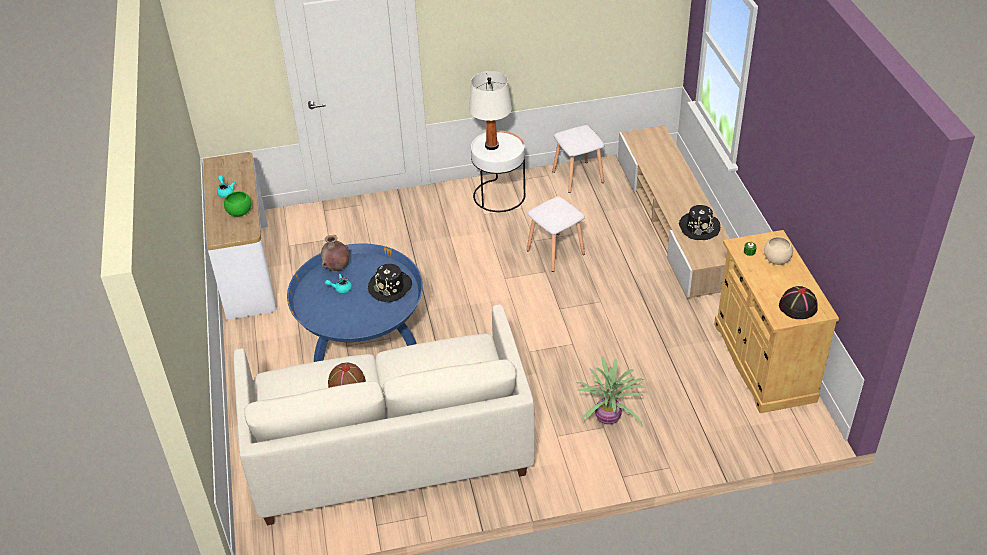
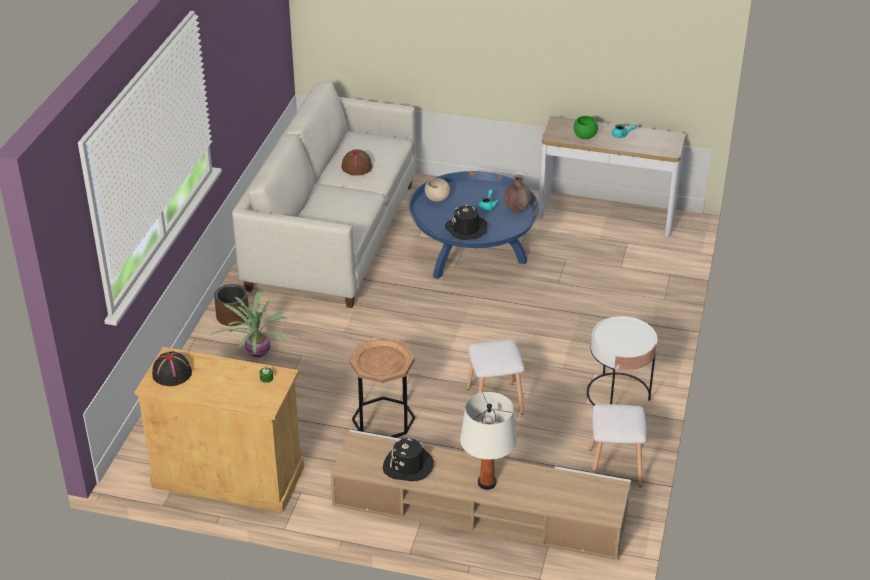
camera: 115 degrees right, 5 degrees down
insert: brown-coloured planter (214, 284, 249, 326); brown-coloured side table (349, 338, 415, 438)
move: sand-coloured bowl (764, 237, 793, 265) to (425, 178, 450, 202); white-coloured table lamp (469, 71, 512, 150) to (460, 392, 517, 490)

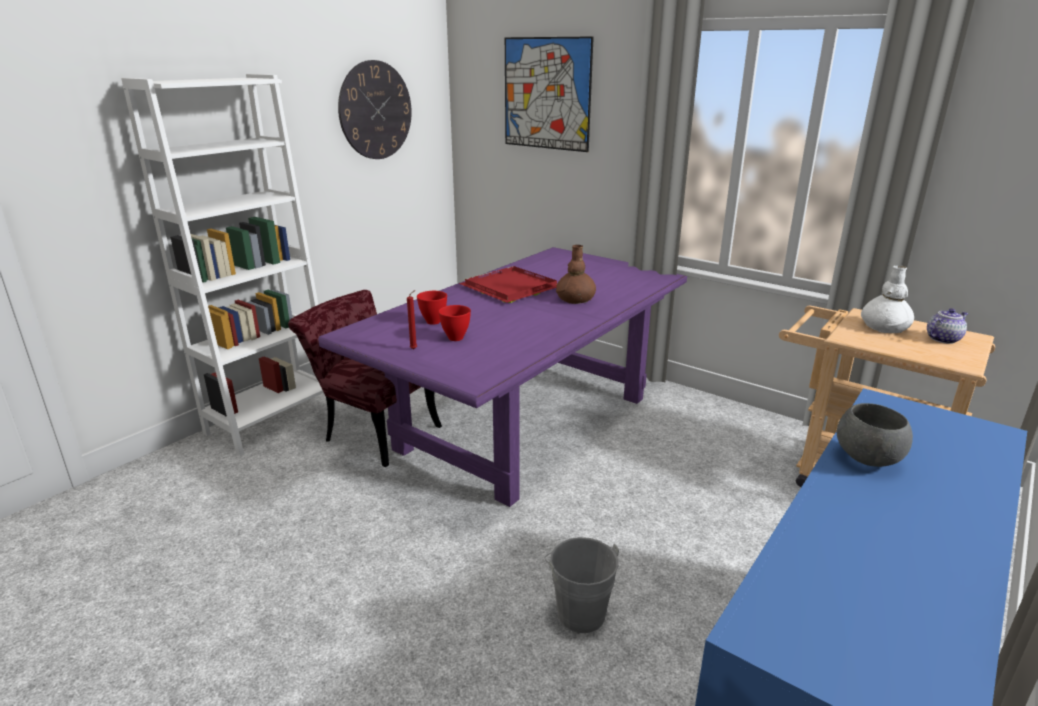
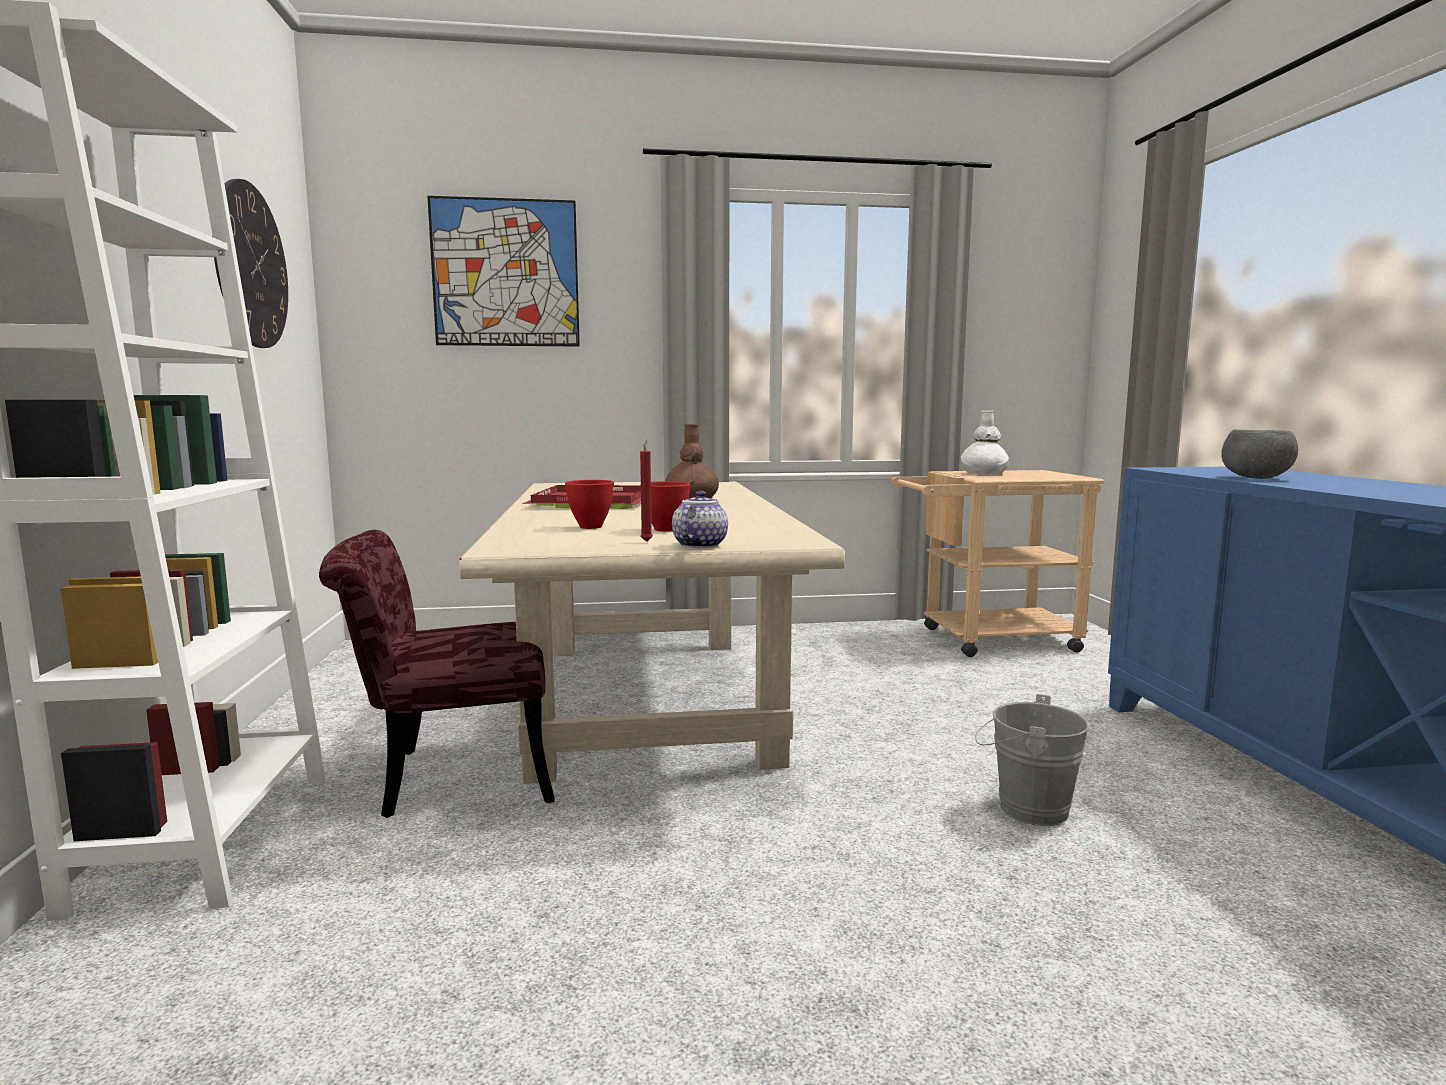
camera: 45 degrees left, 15 degrees down
move: pot for tea (927, 308, 968, 344) to (672, 491, 728, 548)
recolor: purple-coloured kitchen table (318, 247, 687, 507) to sand-coloured kitchen table (459, 481, 845, 784)

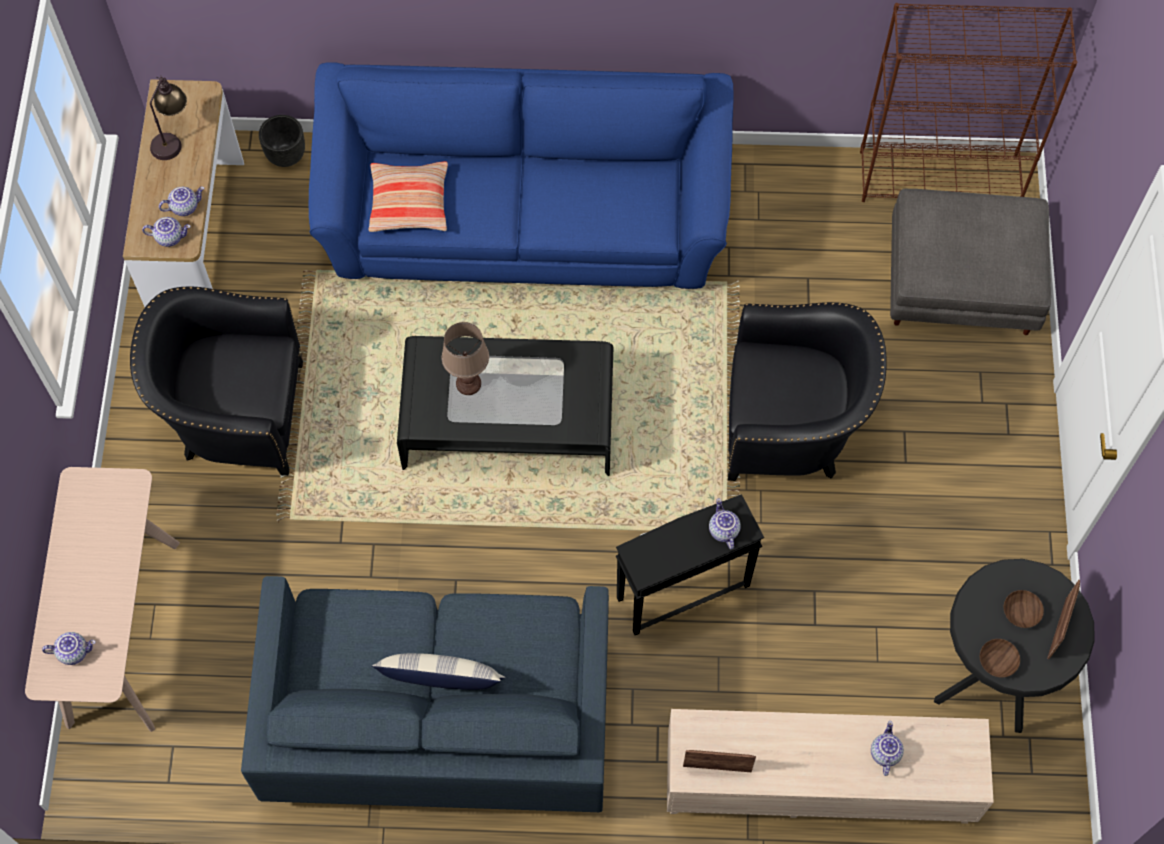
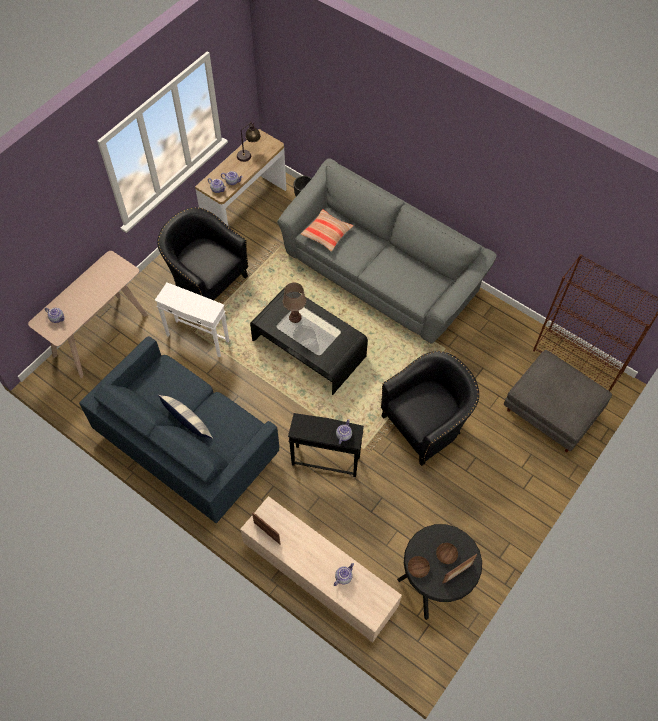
camera: 35 degrees right, 5 degrees down
insert: white-coloured side table (155, 282, 229, 357)
recolor: bluish sofa (309, 62, 734, 289) to gray sofa (277, 158, 497, 344)
rotate: black easy chair (728, 302, 887, 481) = (381, 351, 479, 466) 75 degrees counterclockwise

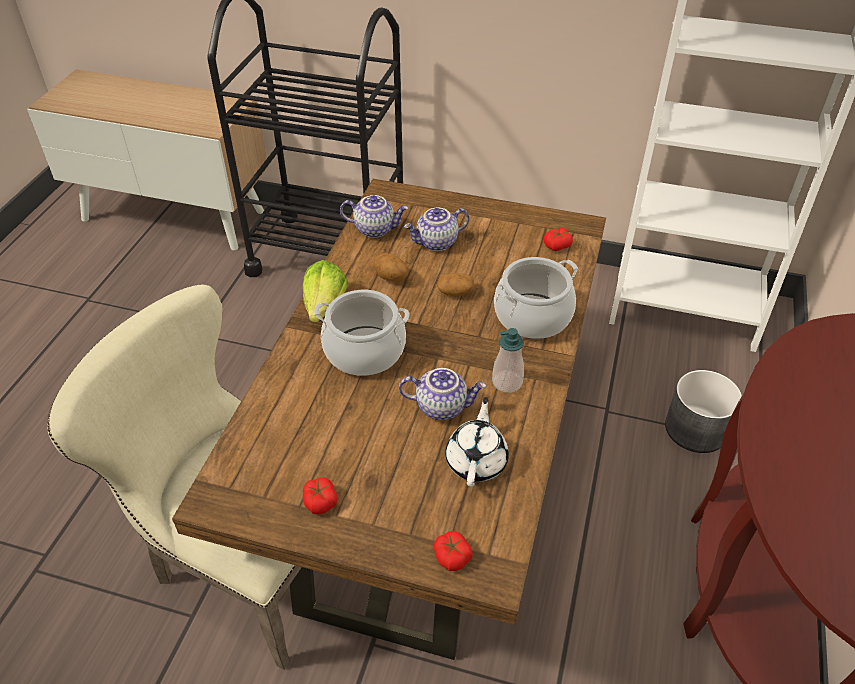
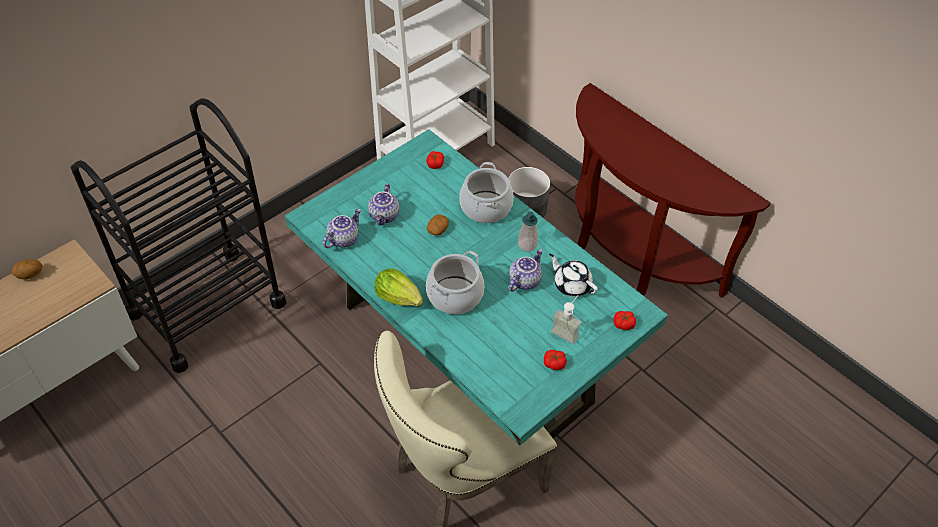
camera: 60 degrees left, 5 degrees up
insert: soap dispenser (551, 295, 581, 344)
move: potato (374, 253, 408, 282) to (12, 259, 42, 280)
recolor: brown-coloured kitchen table (172, 179, 606, 660) to turquoise kitchen table (285, 129, 668, 445)

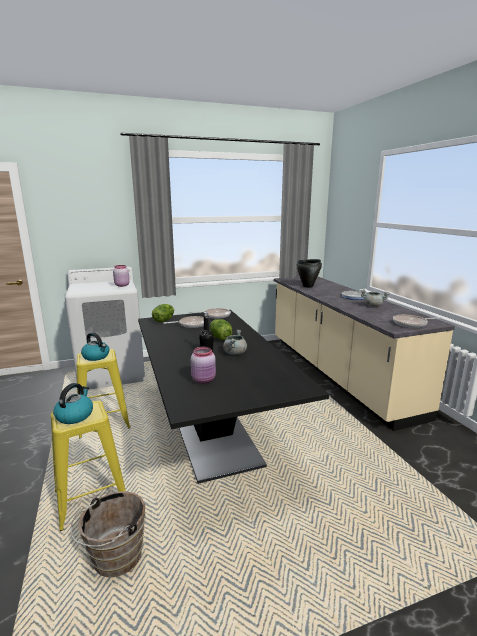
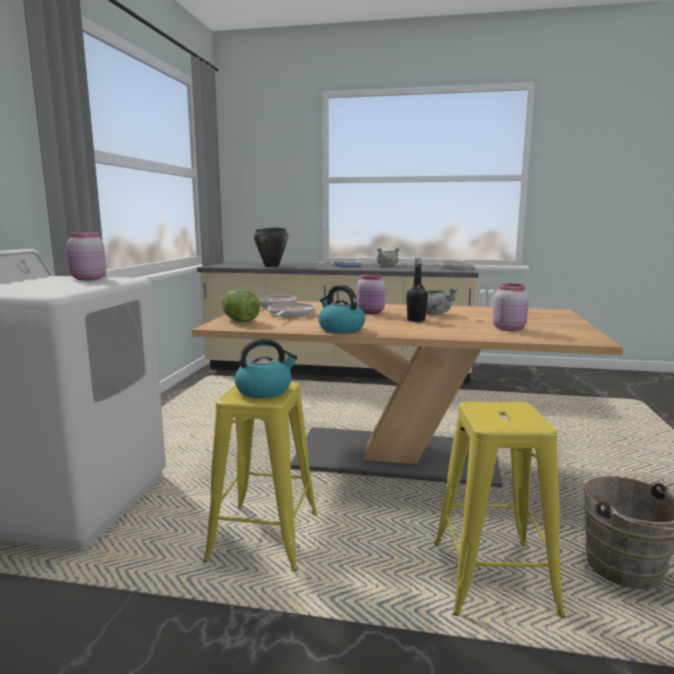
camera: 60 degrees left, 5 degrees down
move: kettle (53, 383, 93, 424) to (318, 285, 365, 333)
replace: lettuce (210, 319, 233, 340) to pink storage jar (357, 274, 385, 314)
recolor: black kitchen table (138, 310, 329, 484) to sand-coloured kitchen table (192, 301, 623, 487)

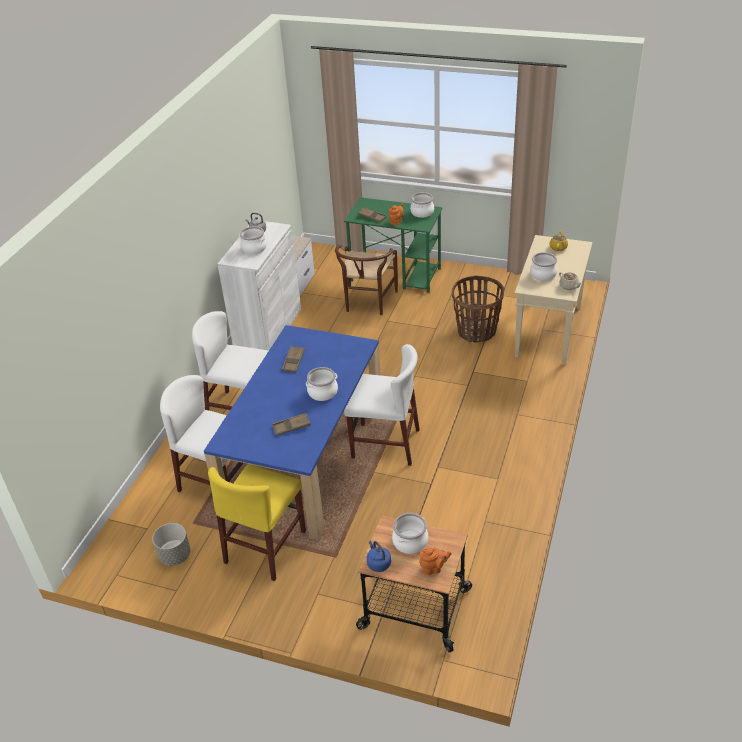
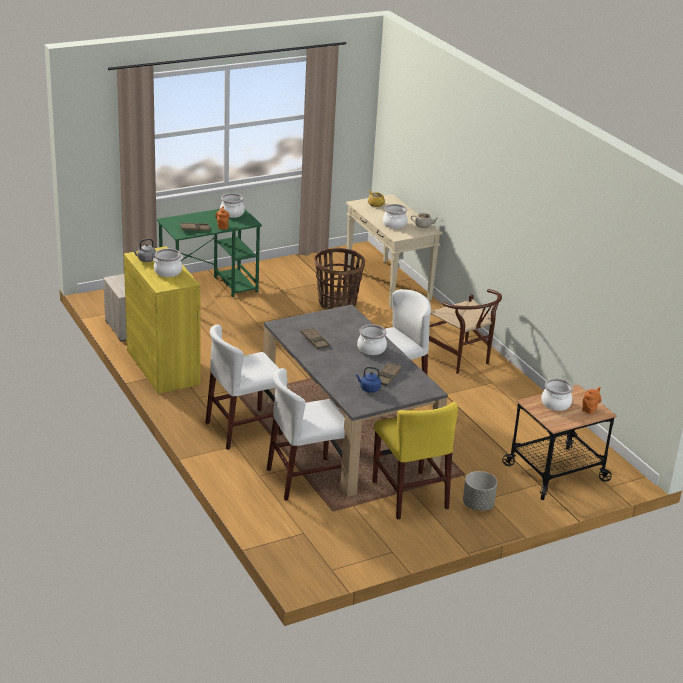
camera: 50 degrees left, 10 degrees down
move: bluish kettle (367, 541, 391, 572) to (356, 367, 381, 393); brown-coloured upright chair (335, 244, 398, 315) to (429, 289, 502, 374); gray planter (152, 523, 191, 566) to (463, 471, 497, 511)
recolor: white-coloured storage cabinet (218, 221, 301, 351) to yellow storage cabinet (124, 246, 201, 394); bluish kitchen table (204, 325, 380, 541) to gray kitchen table (263, 304, 448, 497)

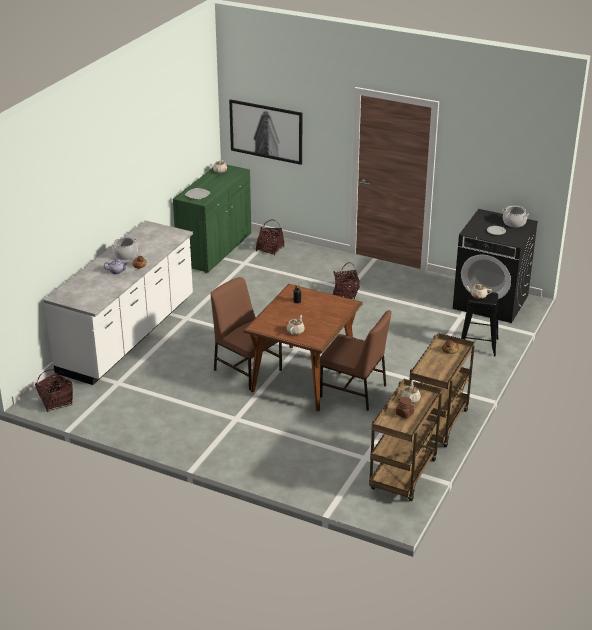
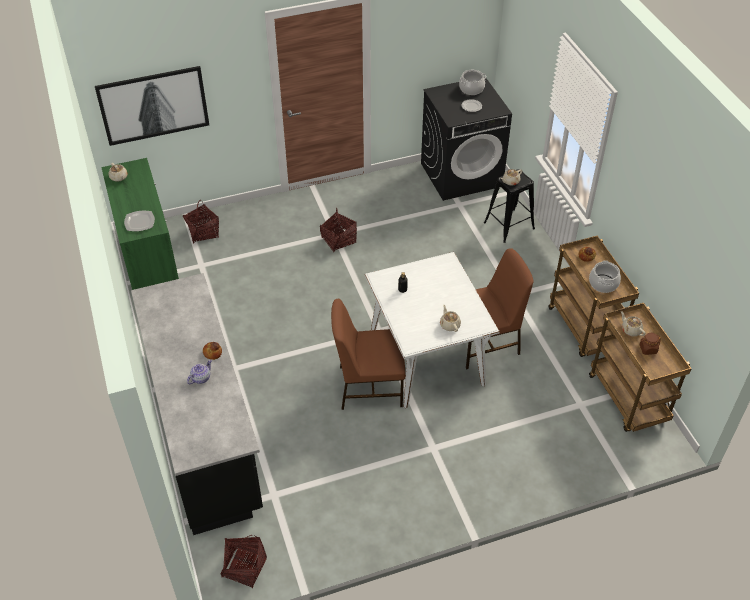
camera: 45 degrees left, 15 degrees up
move: stockpot (112, 237, 138, 260) to (589, 260, 621, 293)
recolor: white-coloured kitchen counter (43, 220, 193, 385) to black kitchen counter (131, 273, 263, 535); brown-coloured kitchen table (244, 284, 363, 411) to white-coloured kitchen table (365, 252, 500, 408)

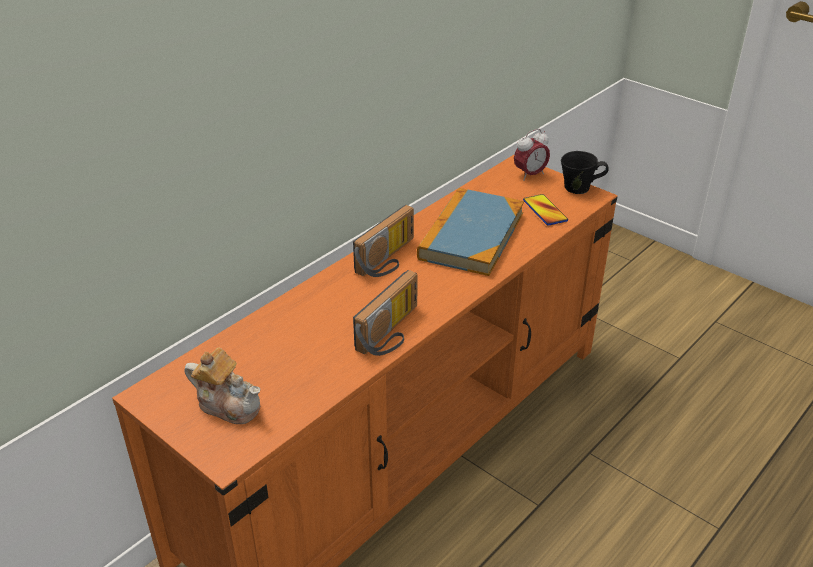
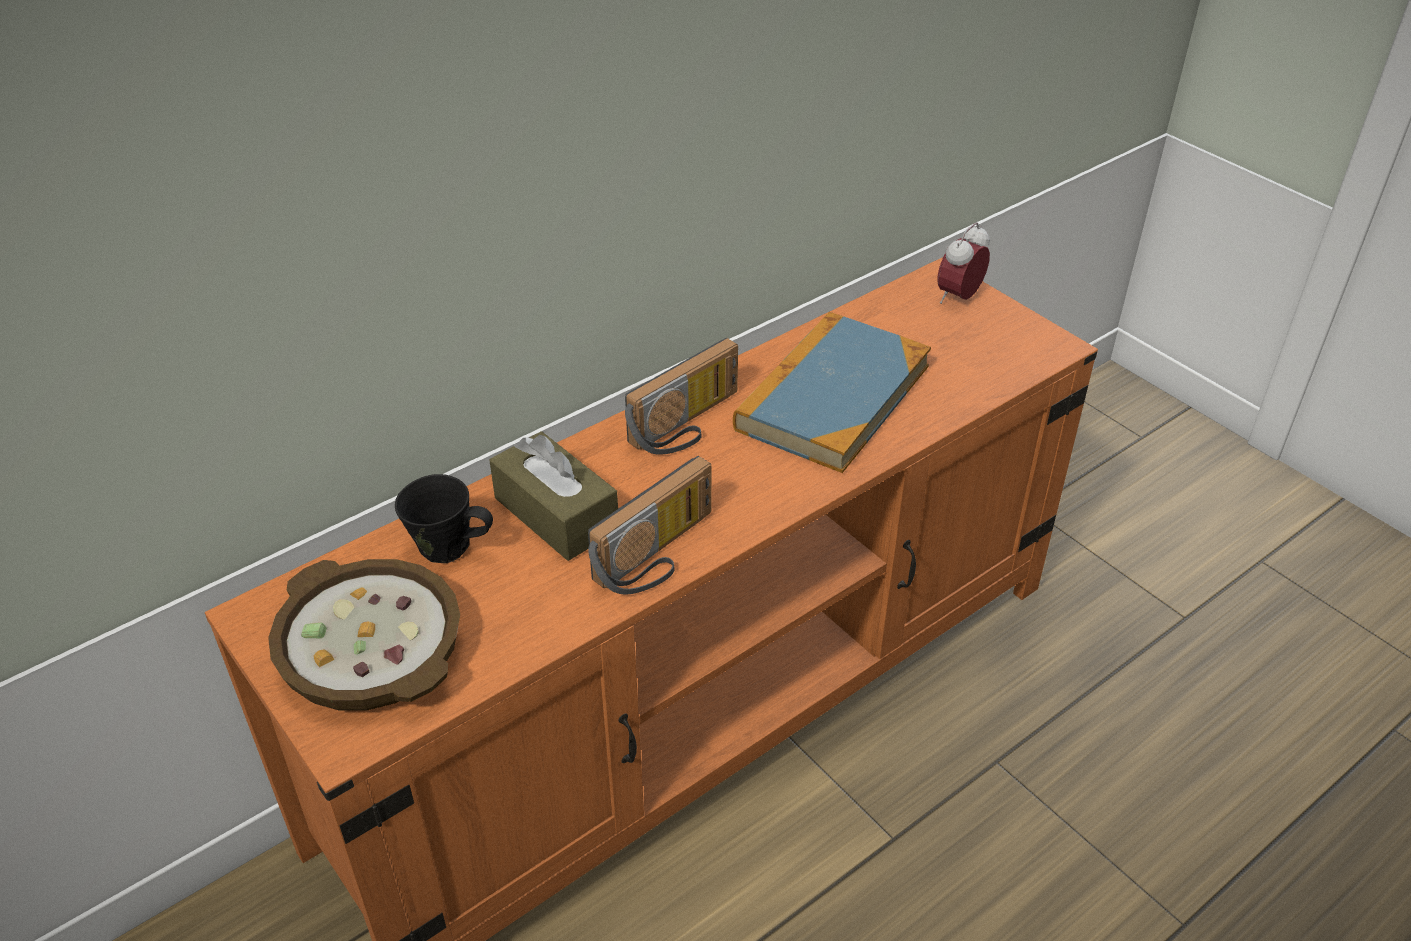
camera: 10 degrees right, 5 degrees up
delete: telephone (523, 194, 568, 226)
insert: brown-coloured tissue holder (489, 431, 618, 561)
move: black coffee mug (561, 151, 608, 194) to (395, 474, 493, 563)
replace: pot for tea (185, 348, 261, 424) to bowl (268, 559, 460, 711)
rotate: bedside clock (514, 129, 550, 181) = (938, 222, 990, 304) 150 degrees clockwise

